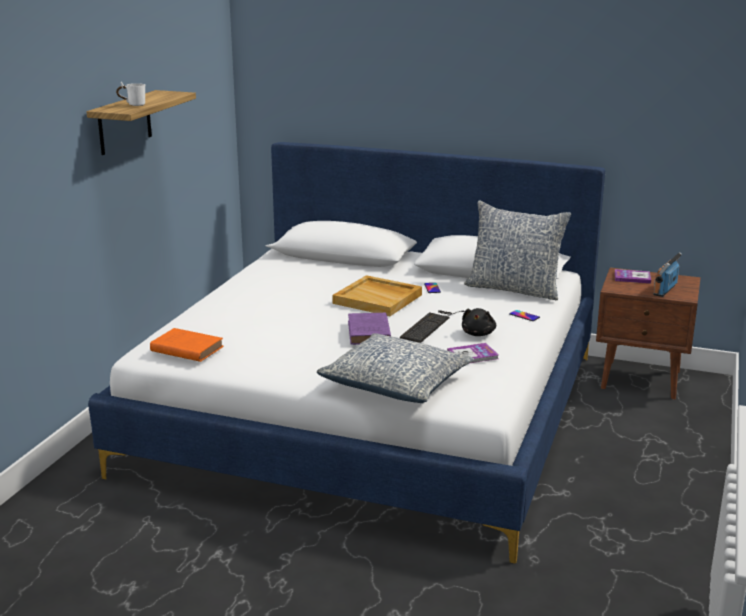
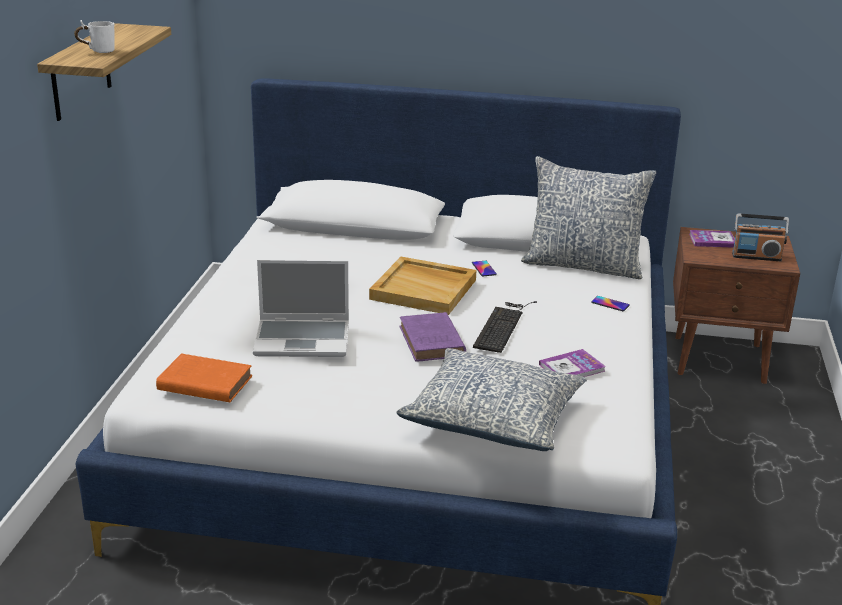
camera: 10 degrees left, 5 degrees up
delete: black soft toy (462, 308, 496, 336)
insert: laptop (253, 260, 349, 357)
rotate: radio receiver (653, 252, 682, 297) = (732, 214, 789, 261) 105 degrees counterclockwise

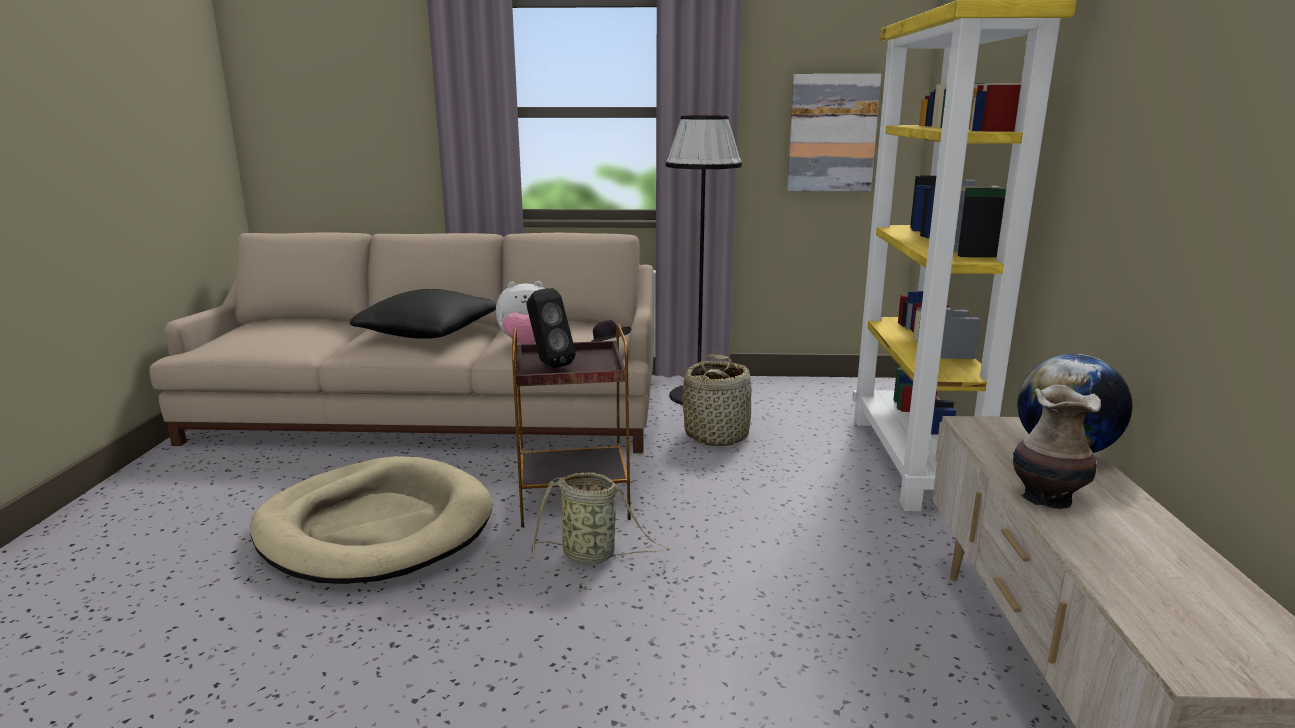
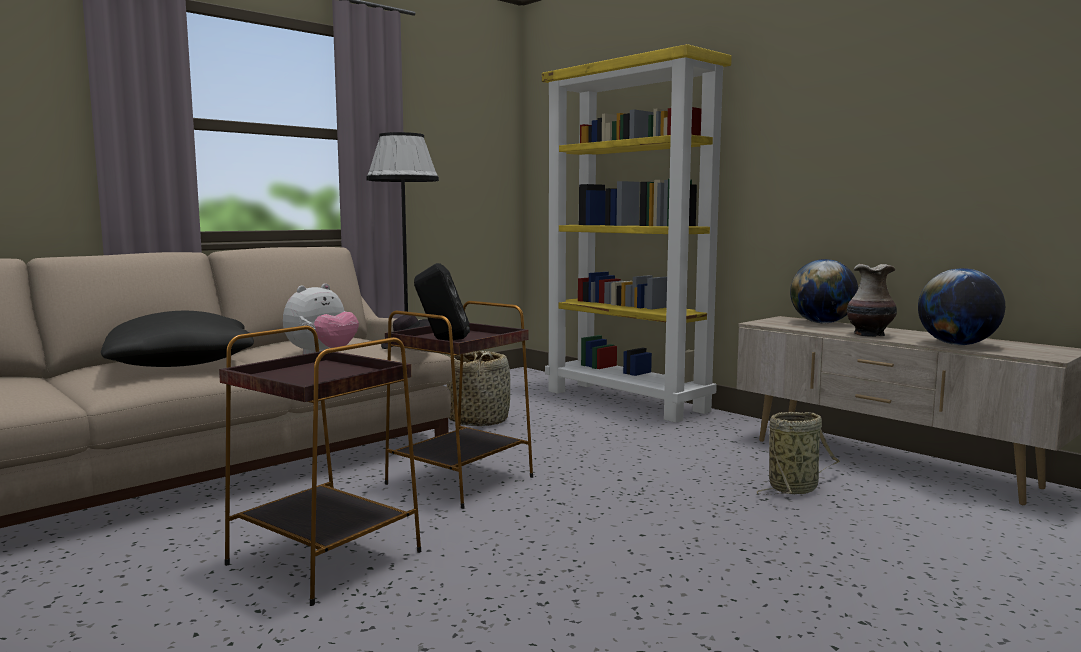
camera: 45 degrees left, 10 degrees down
delete: wall art (787, 74, 881, 191)
insert: desk globe (918, 268, 1005, 345)
move: household basket (531, 472, 671, 564) to (756, 412, 840, 495)
replace: sand-coloured pet bed (250, 456, 492, 584) to brown-coloured side table (219, 325, 421, 606)

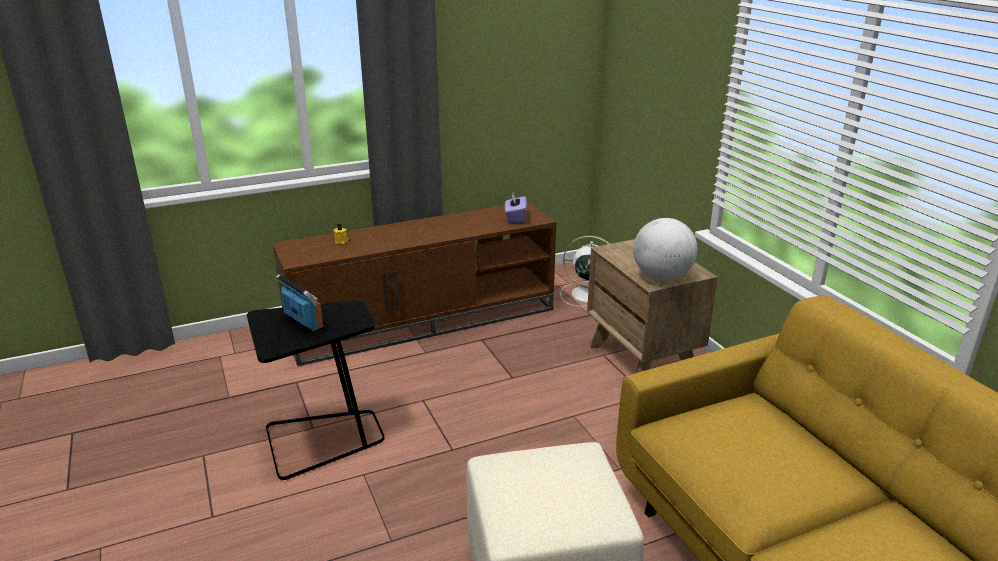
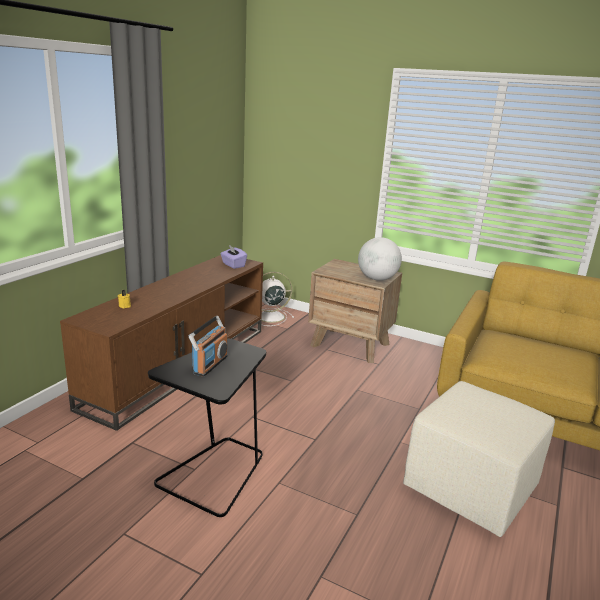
camera: 40 degrees left, 5 degrees down
rotate: radio receiver (276, 274, 324, 333) = (188, 316, 228, 377) 105 degrees clockwise

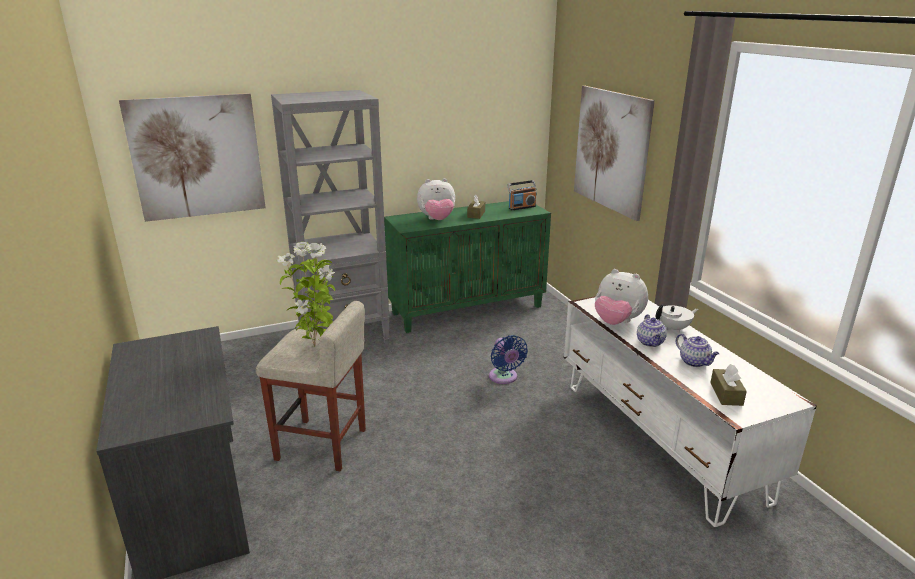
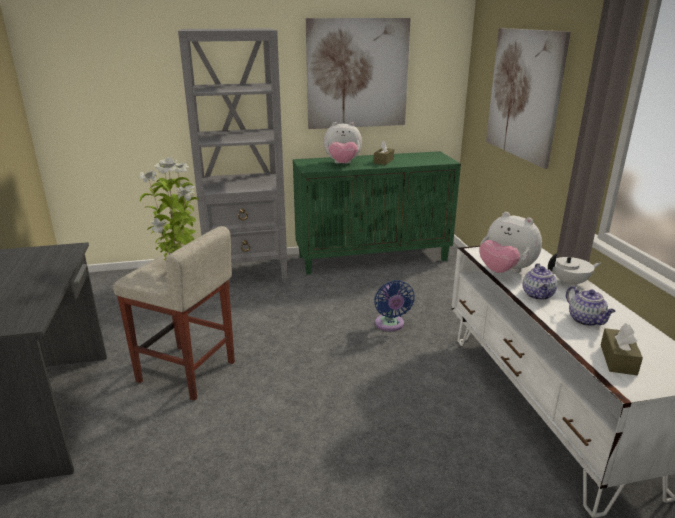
camera: 10 degrees right, 0 degrees up
delete: radio receiver (507, 180, 537, 210)
move: wall art (119, 93, 266, 222) to (306, 18, 411, 129)

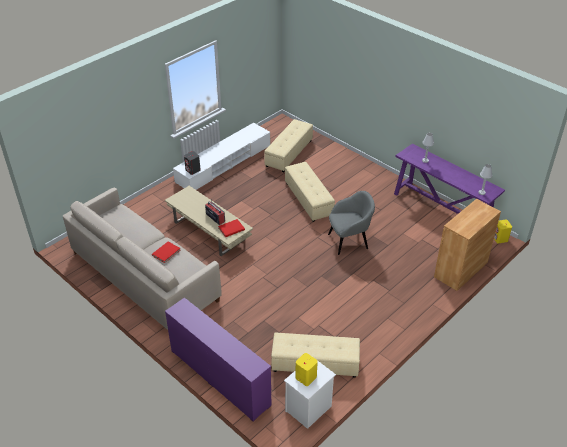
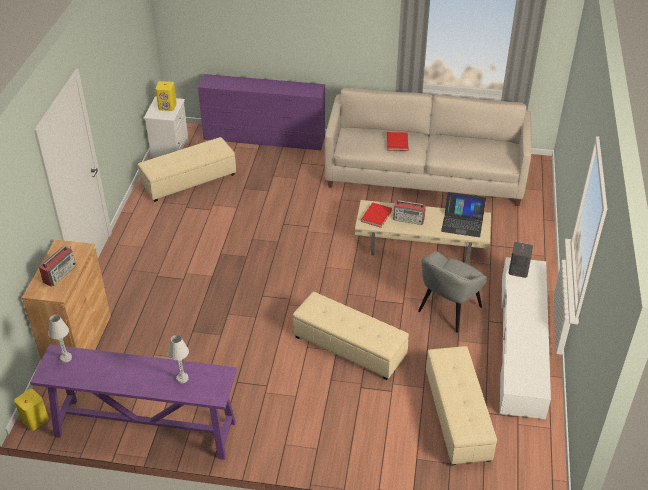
camera: 145 degrees right, 0 degrees up
insert: radio receiver (39, 246, 76, 287); laptop (441, 192, 486, 237)
move: gray easy chair (328, 191, 375, 255) to (418, 251, 487, 333)

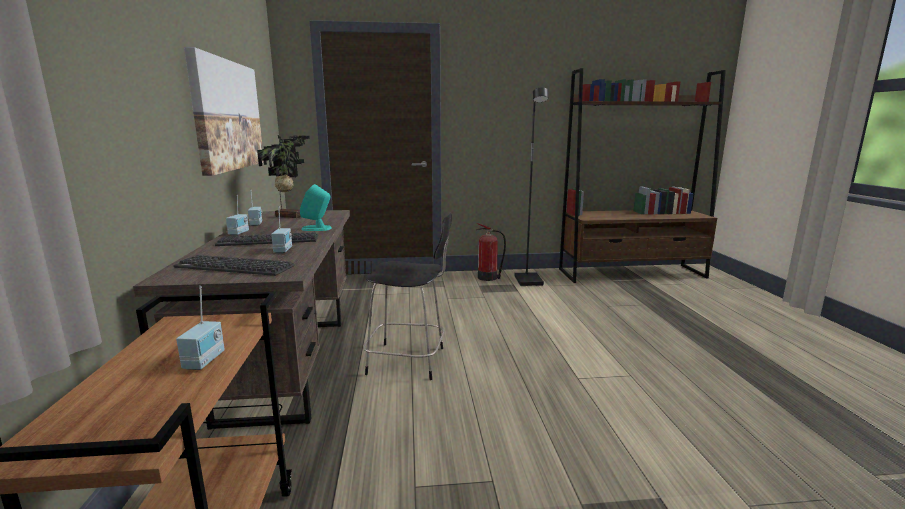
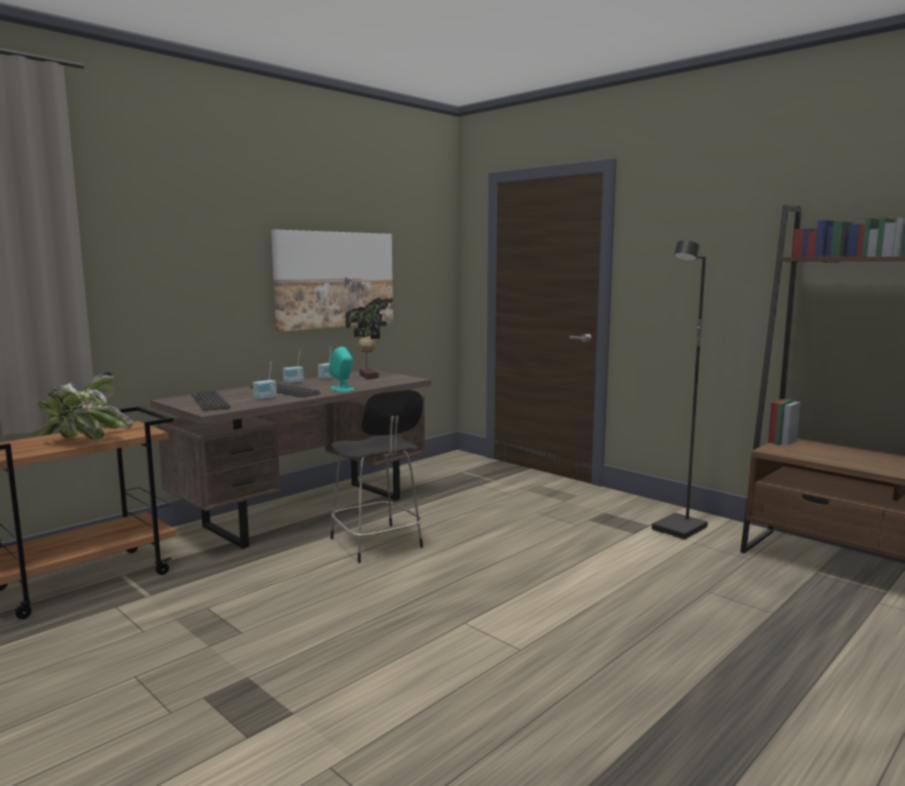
camera: 50 degrees right, 5 degrees down
delete: extinguisher (476, 223, 506, 281)
replace: radio receiver (176, 286, 225, 370) to houseplant (37, 372, 133, 440)

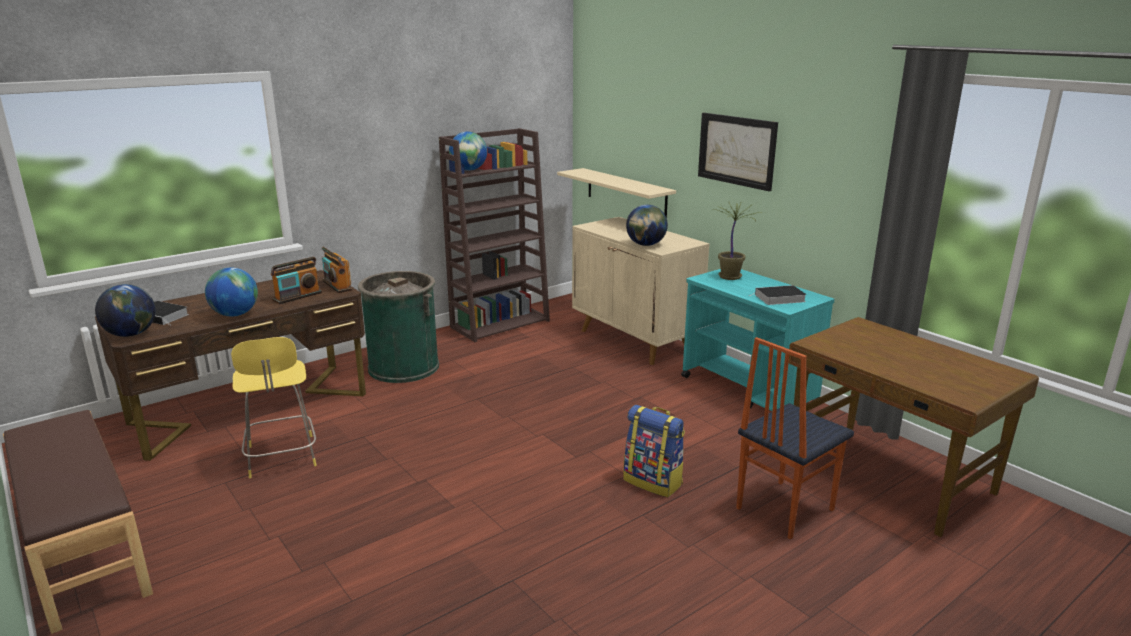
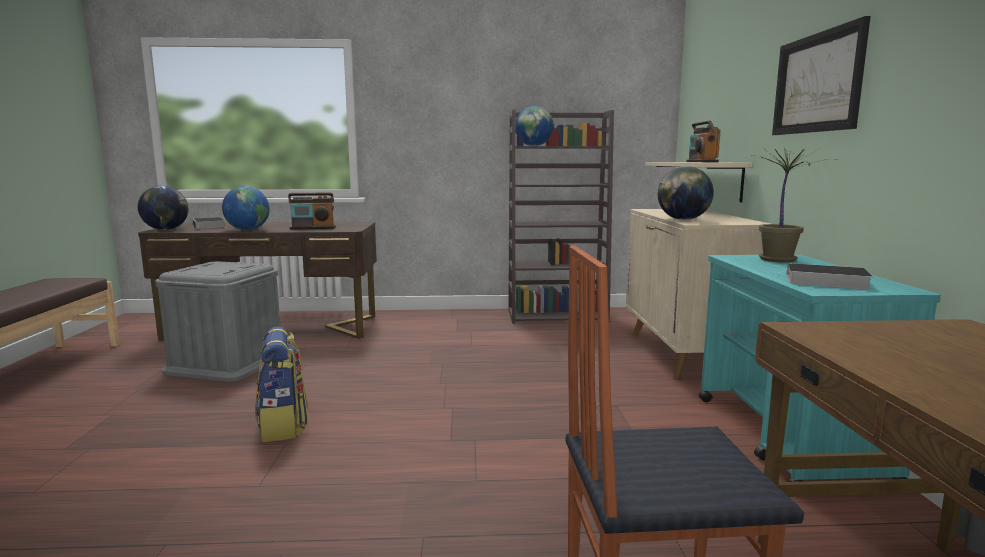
camera: 35 degrees right, 10 degrees down
delete: green-coloured rubbish bin (358, 271, 439, 383)
move: backpack (624, 405, 685, 497) to (255, 327, 308, 442); radio receiver (322, 247, 352, 293) to (686, 120, 721, 162)
replace: yellow stool (231, 337, 317, 478) to gray storage container (155, 261, 280, 382)

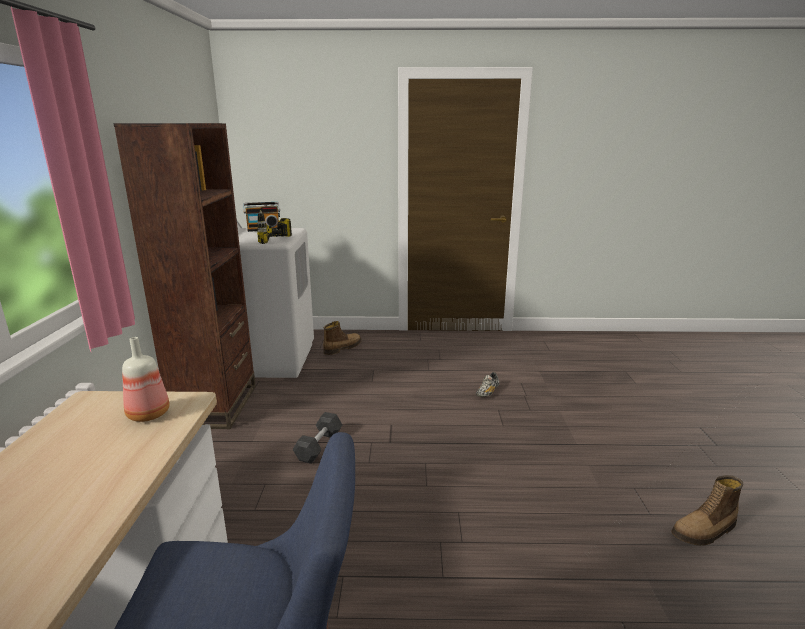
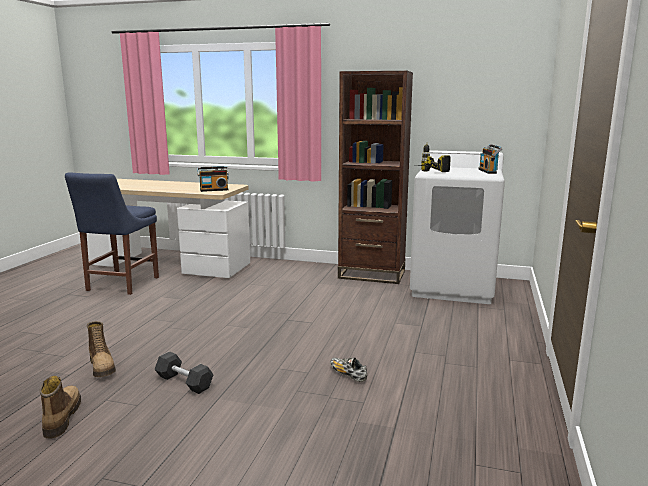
camera: 105 degrees right, 5 degrees down
move: tall boot (323, 321, 362, 355) to (87, 321, 116, 377); gray hand weight (292, 412, 342, 464) to (154, 351, 214, 394)
replace: beverage bottle (122, 337, 169, 422) to radio receiver (197, 166, 229, 192)

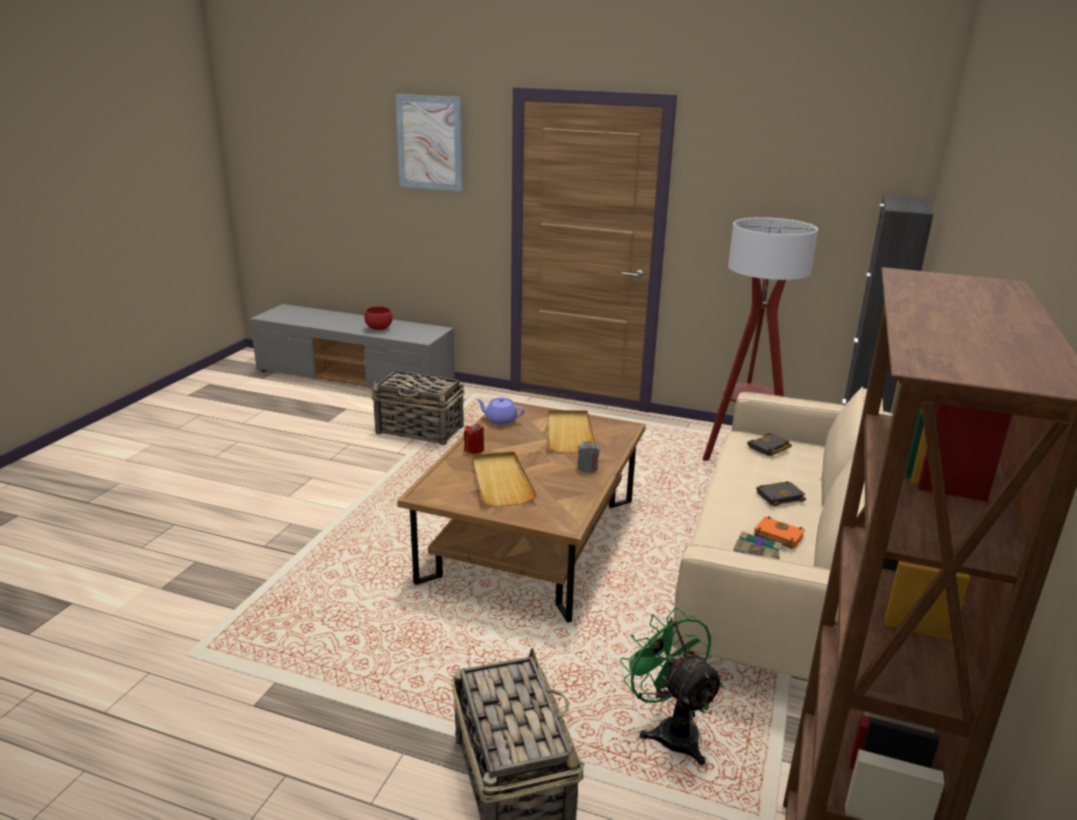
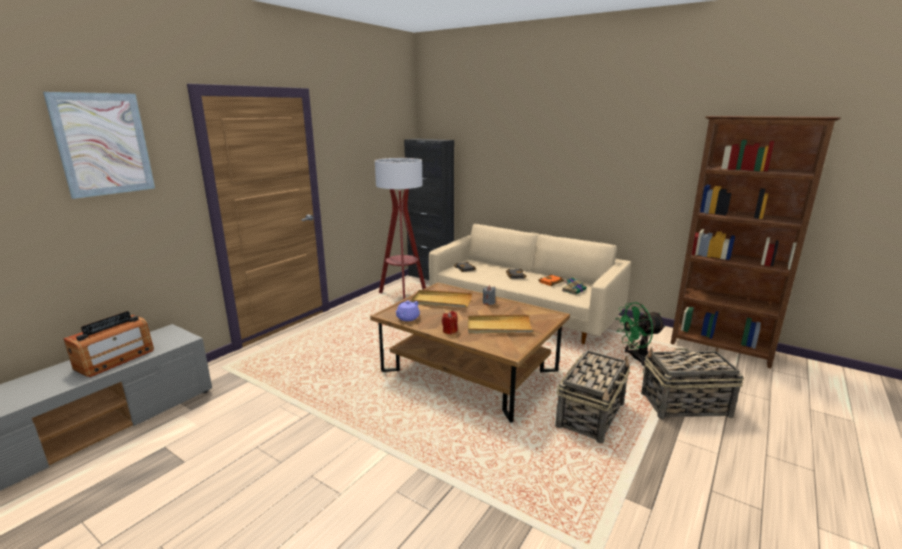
camera: 75 degrees left, 5 degrees down
move: household basket (371, 370, 465, 445) to (555, 350, 630, 443)
replace: red bowl (364, 306, 392, 330) to radio receiver (63, 311, 154, 377)

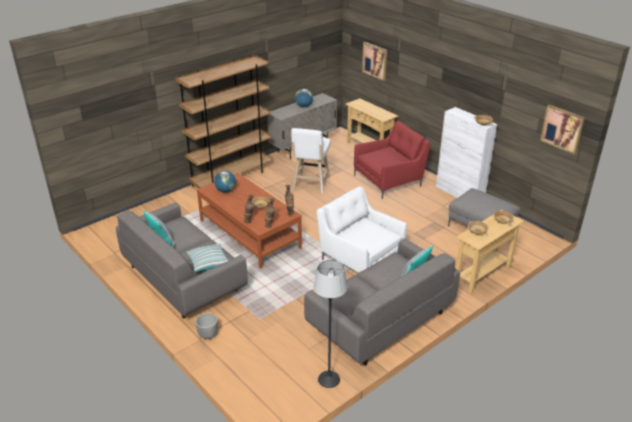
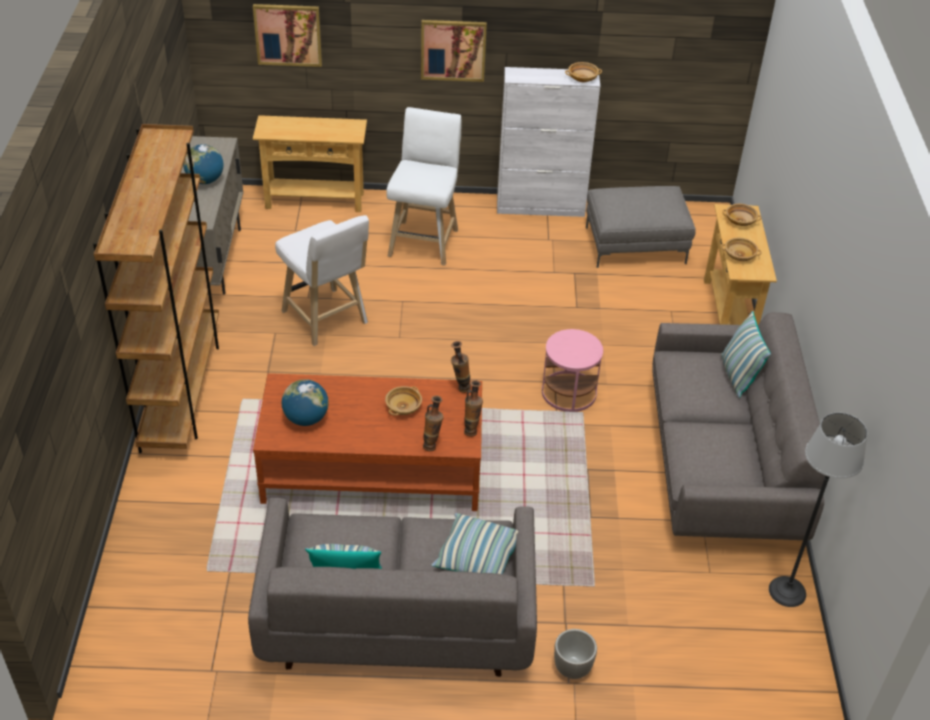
camera: 50 degrees left, 10 degrees up
move: wall art (540, 105, 585, 154) to (421, 20, 487, 82)
replace: red easy chair (354, 121, 431, 199) to white-coloured stool (386, 107, 462, 266); white-coloured easy chair (317, 186, 407, 273) to pink side table (542, 329, 603, 412)

